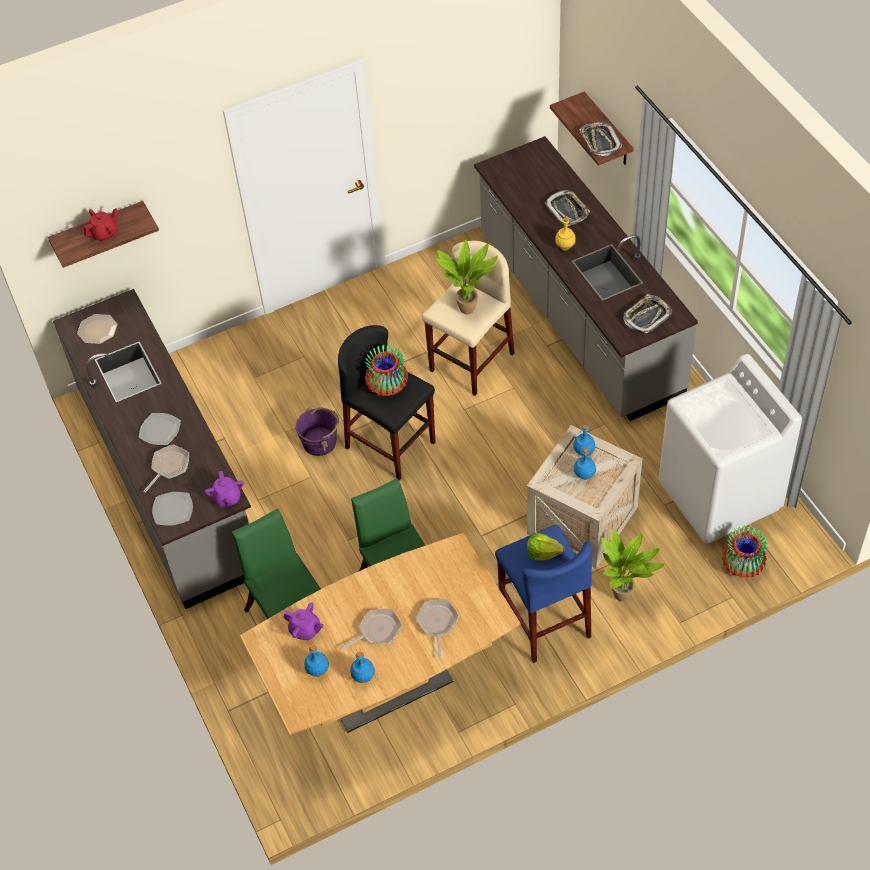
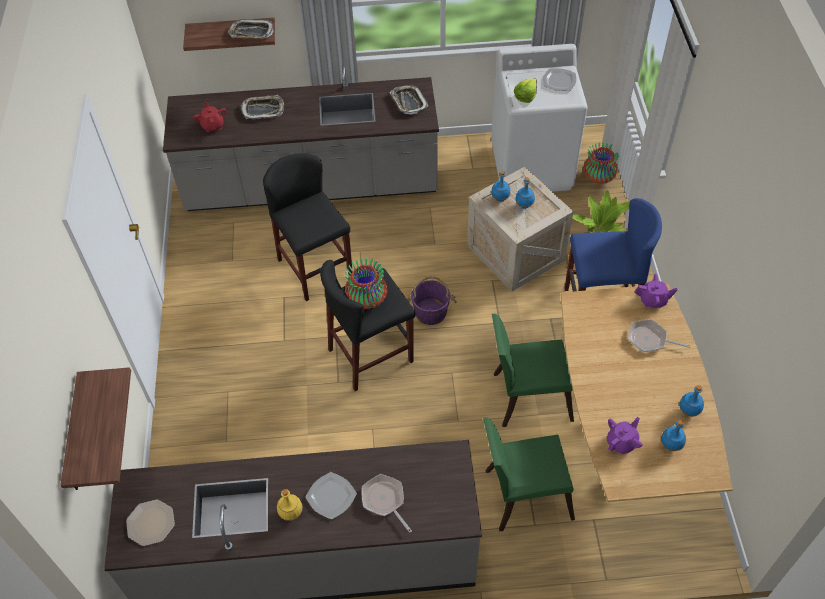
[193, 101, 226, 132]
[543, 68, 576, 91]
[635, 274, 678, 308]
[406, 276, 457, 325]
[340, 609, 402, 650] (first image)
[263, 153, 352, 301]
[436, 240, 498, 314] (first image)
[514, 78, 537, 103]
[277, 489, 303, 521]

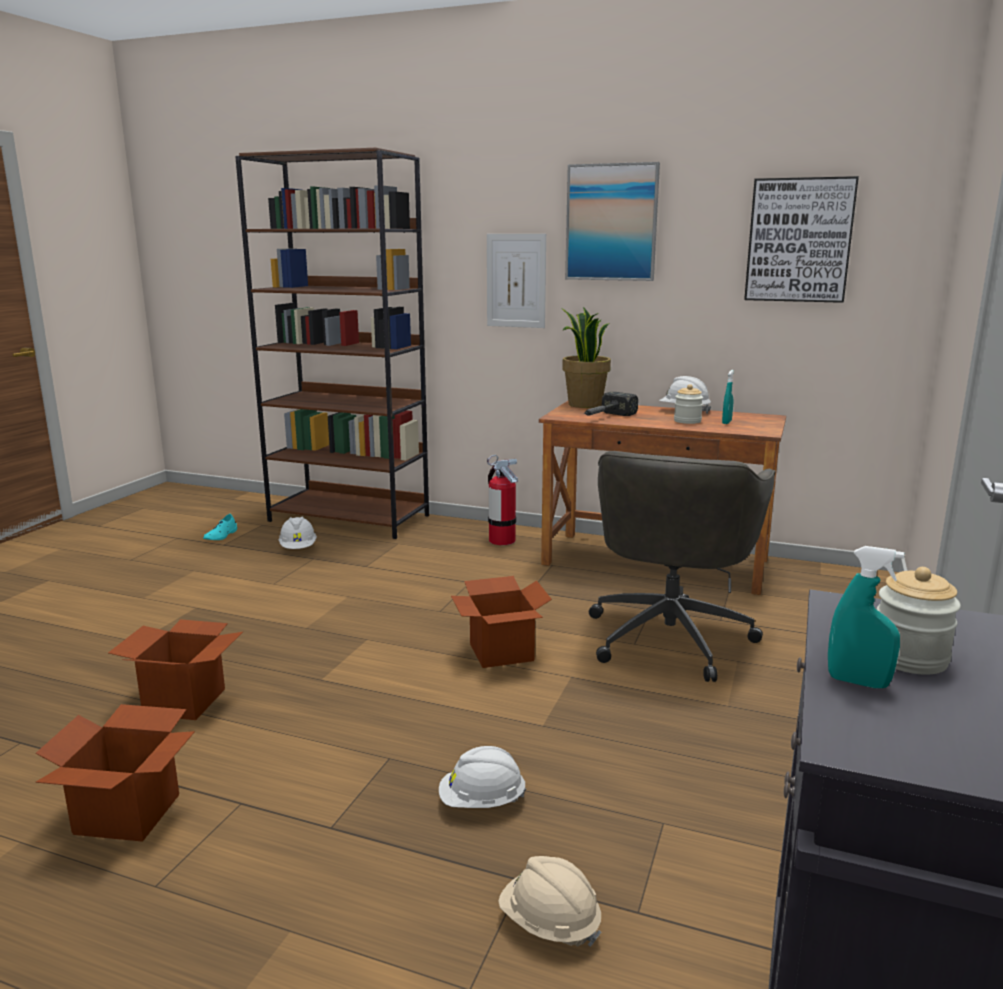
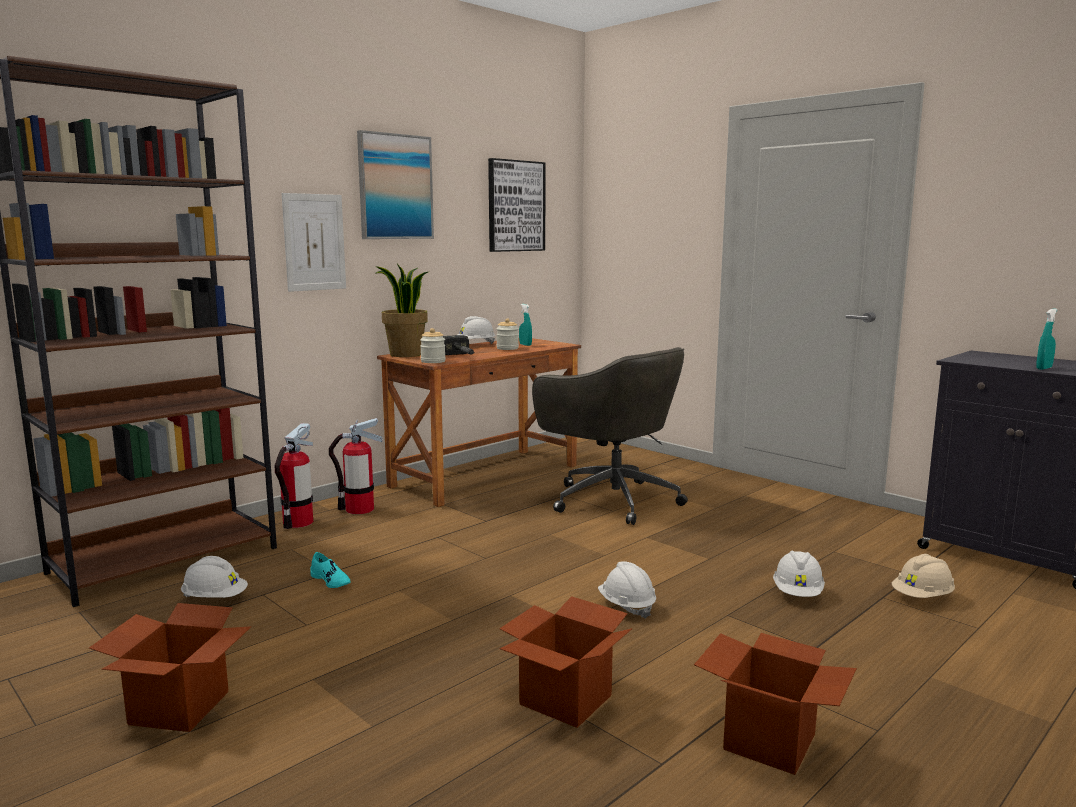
[310, 552, 351, 588]
[89, 603, 251, 732]
[420, 328, 446, 363]
[275, 423, 313, 529]
[598, 561, 656, 619]

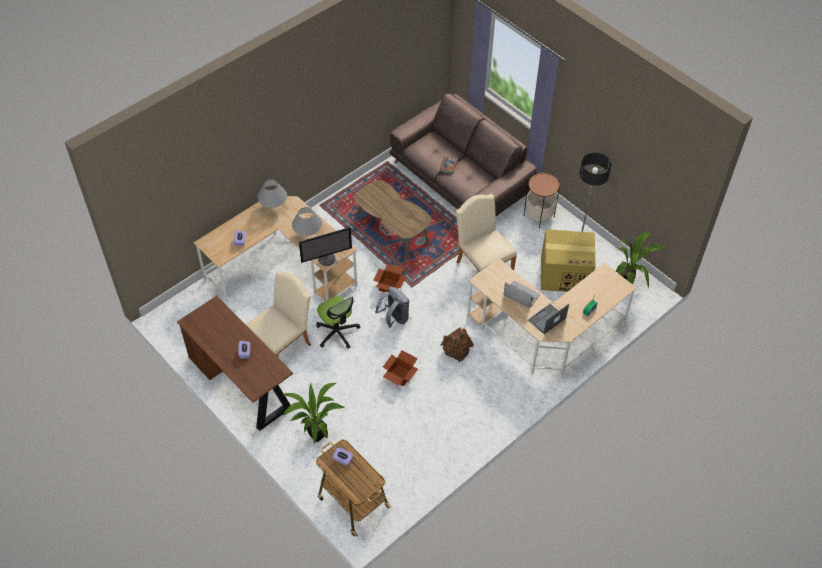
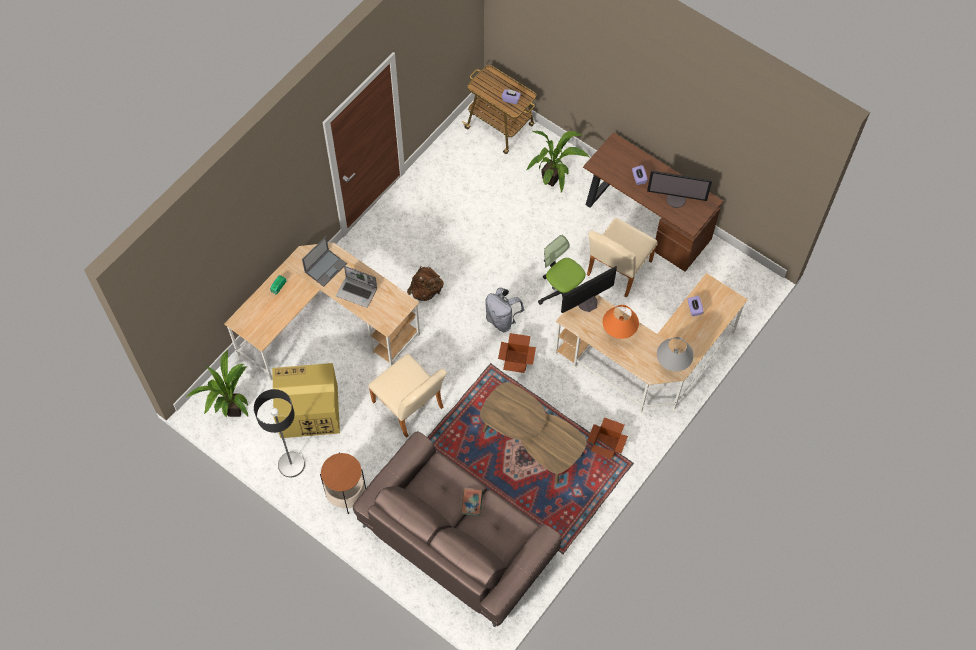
[603, 305, 639, 339]
[587, 417, 628, 459]
[647, 171, 712, 208]

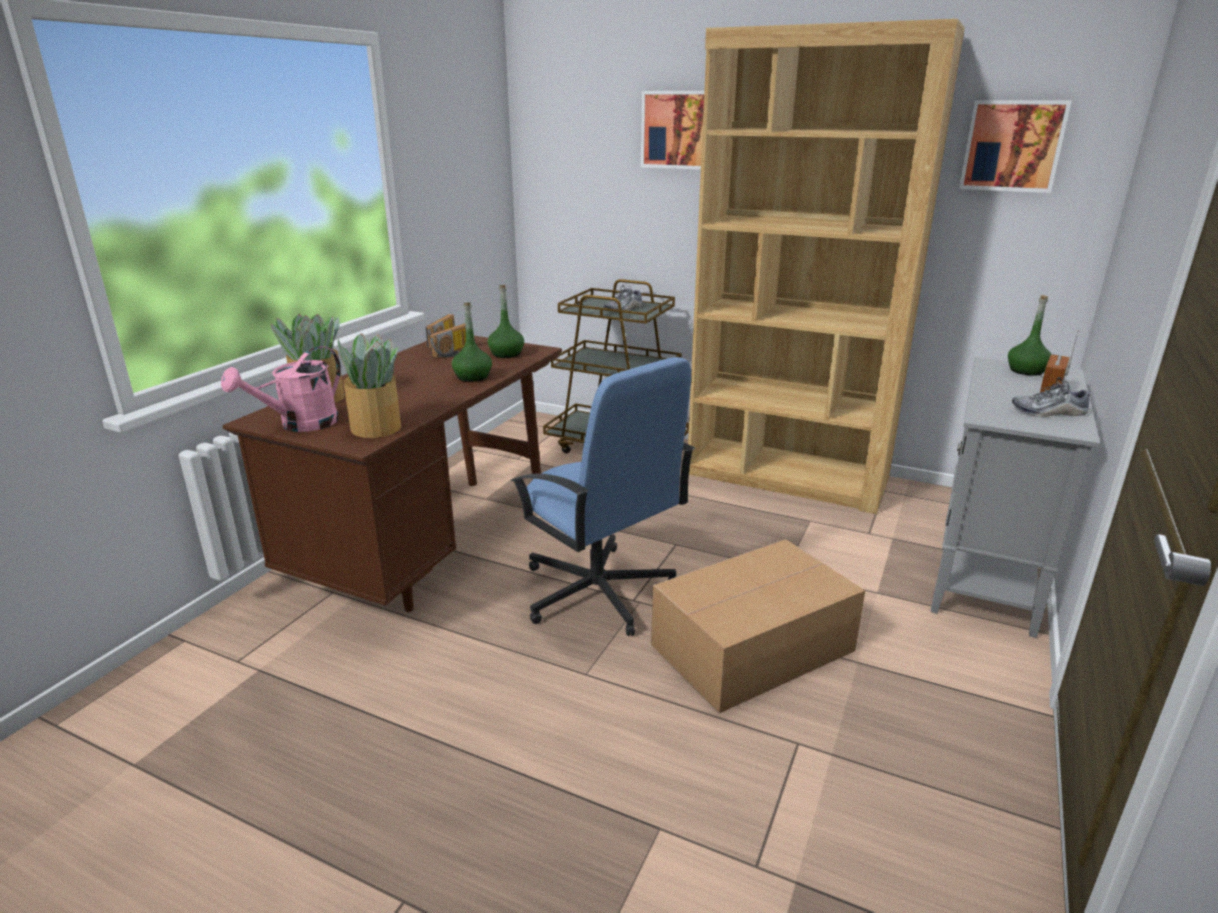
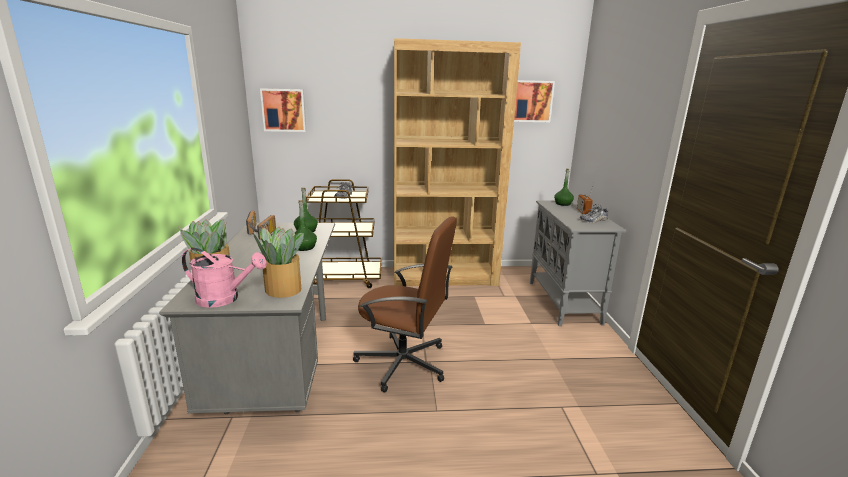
[182, 248, 267, 308]
[159, 223, 335, 414]
[353, 216, 457, 393]
[260, 88, 306, 132]
[651, 539, 865, 713] (first image)

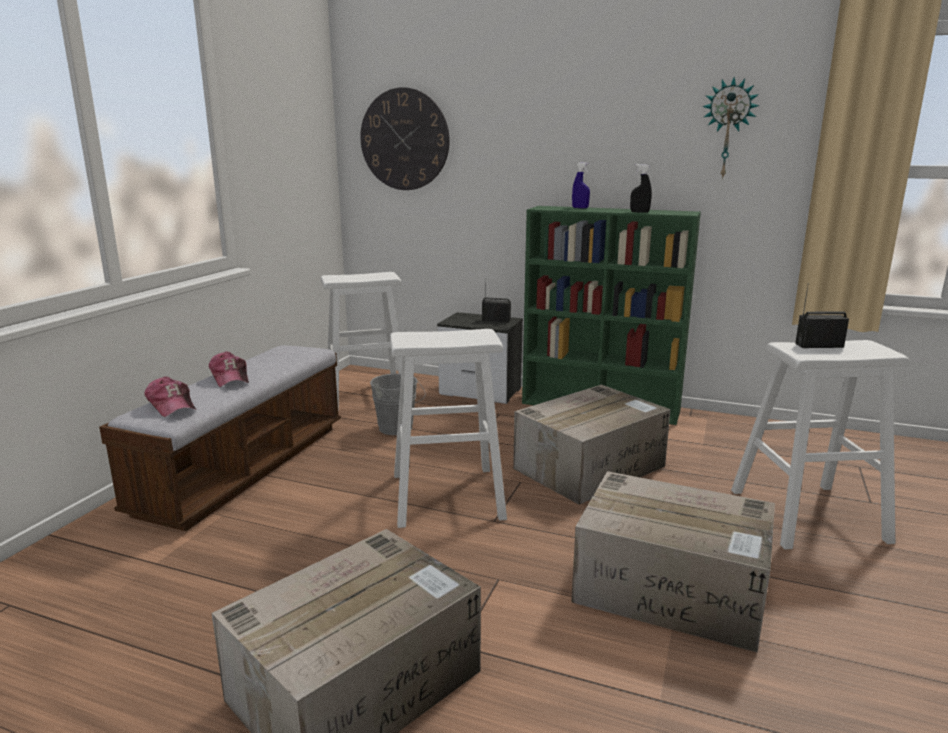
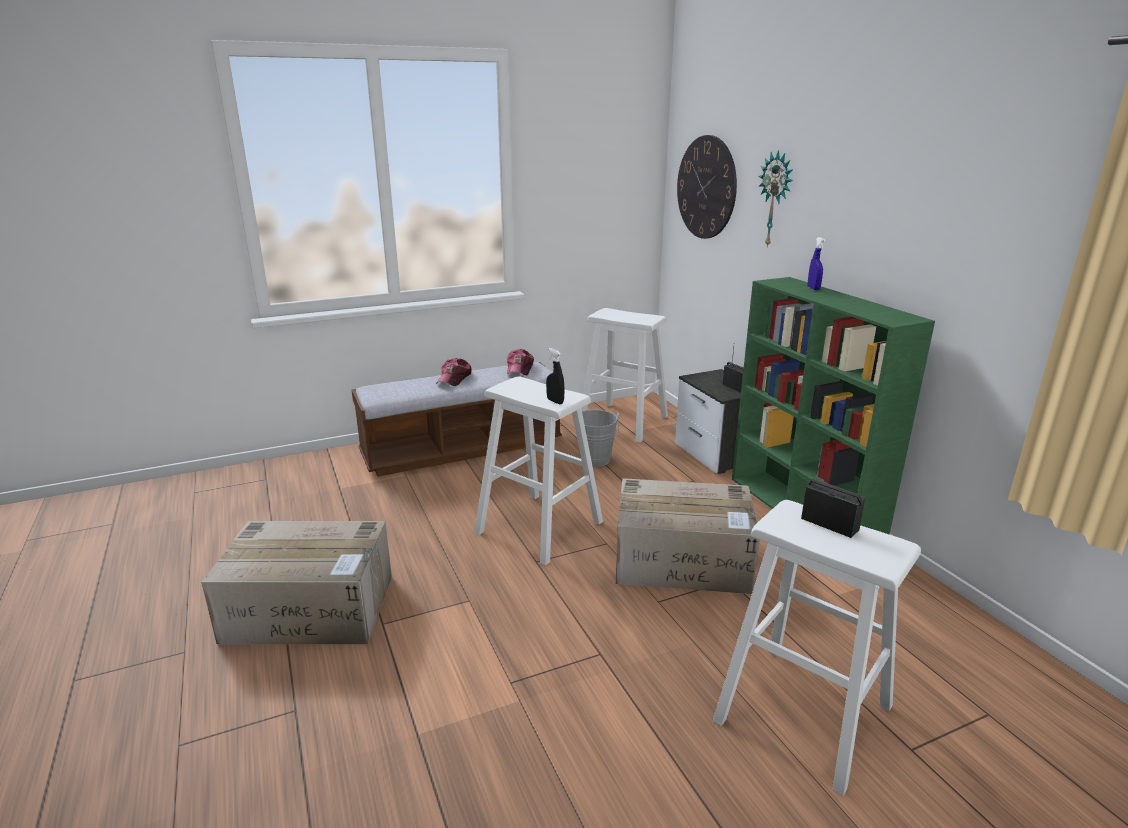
[507, 349, 534, 376]
[571, 471, 775, 652] (first image)
[546, 348, 564, 404]
[758, 150, 793, 248]

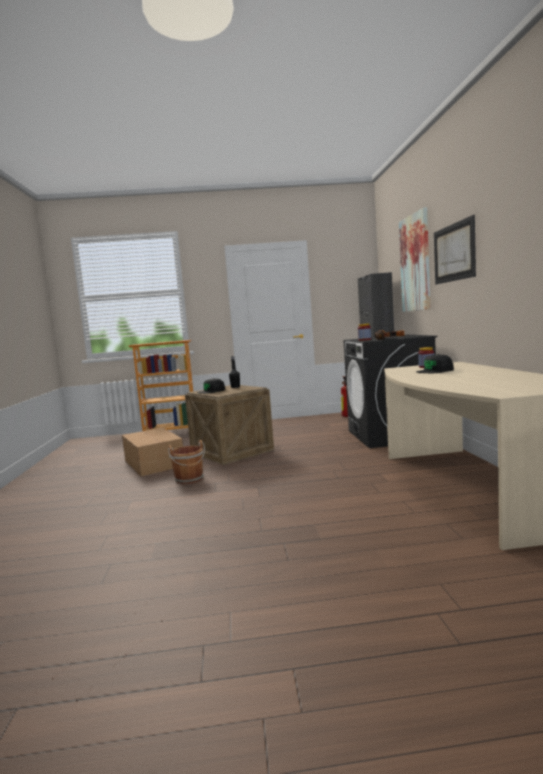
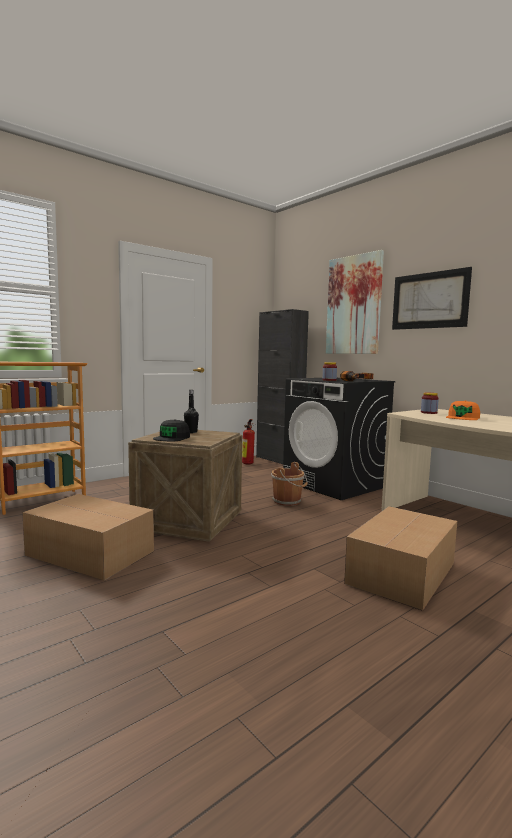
[271, 462, 308, 506]
[446, 400, 480, 420]
[344, 506, 457, 611]

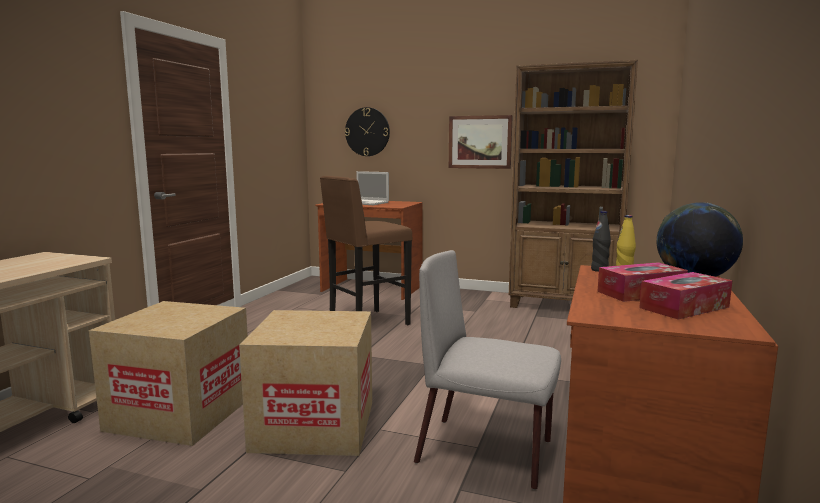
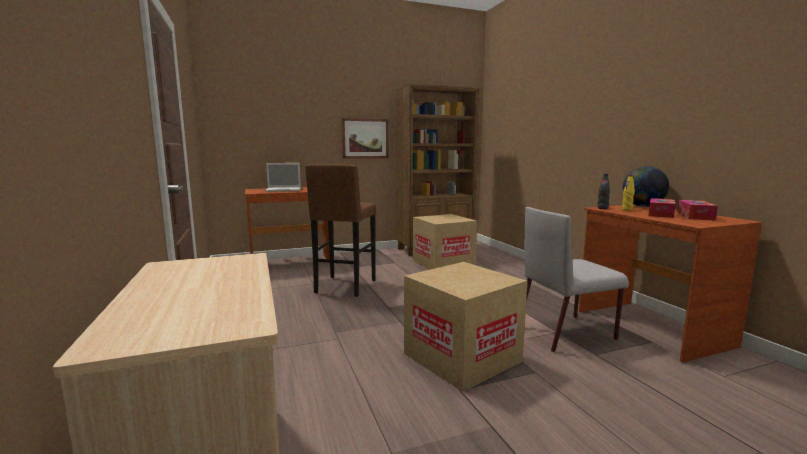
[413, 214, 477, 270]
[345, 107, 390, 156] (first image)

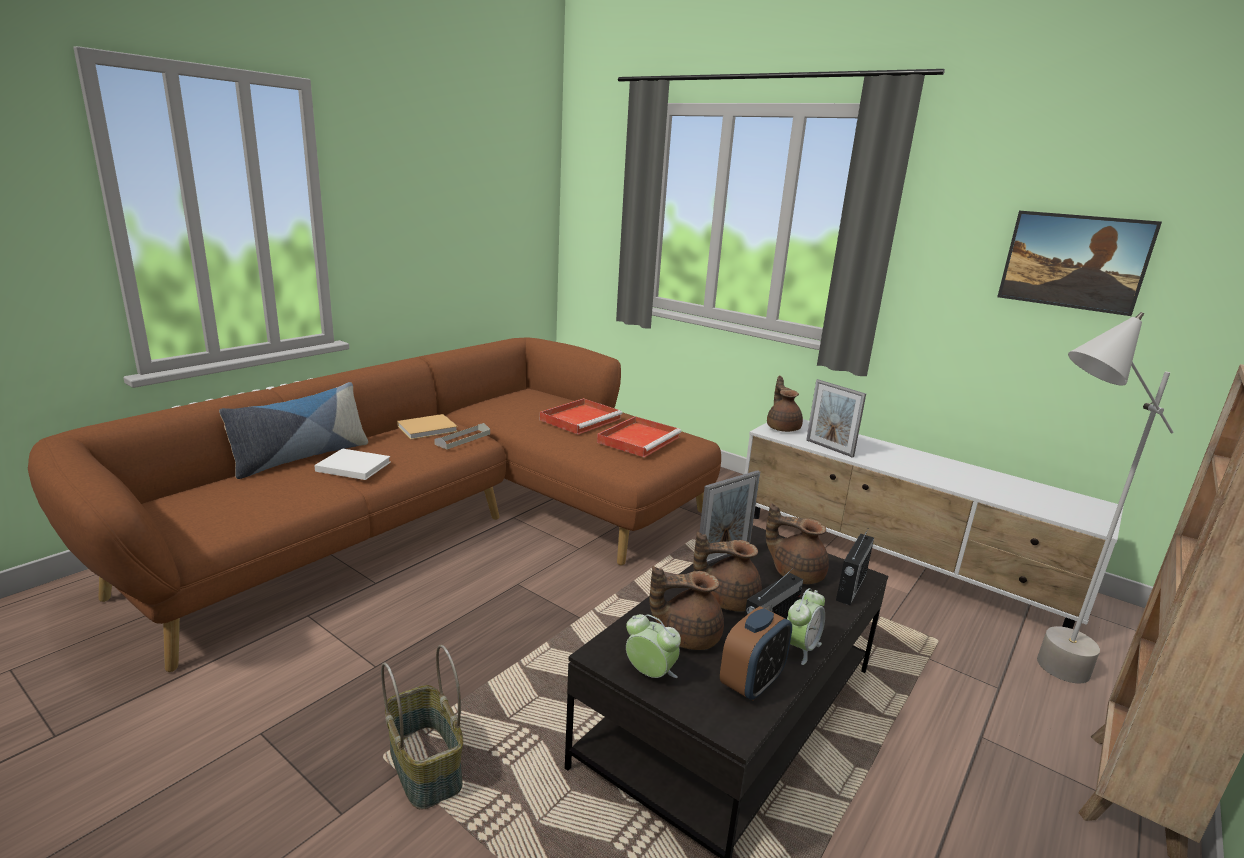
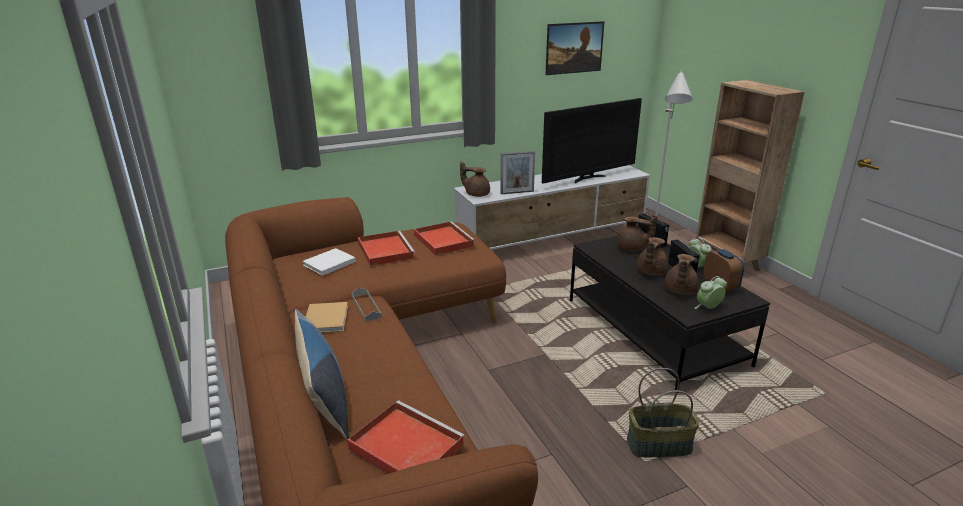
[302, 248, 356, 276]
[699, 470, 760, 564] (first image)
[617, 216, 657, 251]
[347, 400, 465, 474]
[542, 98, 642, 184]

